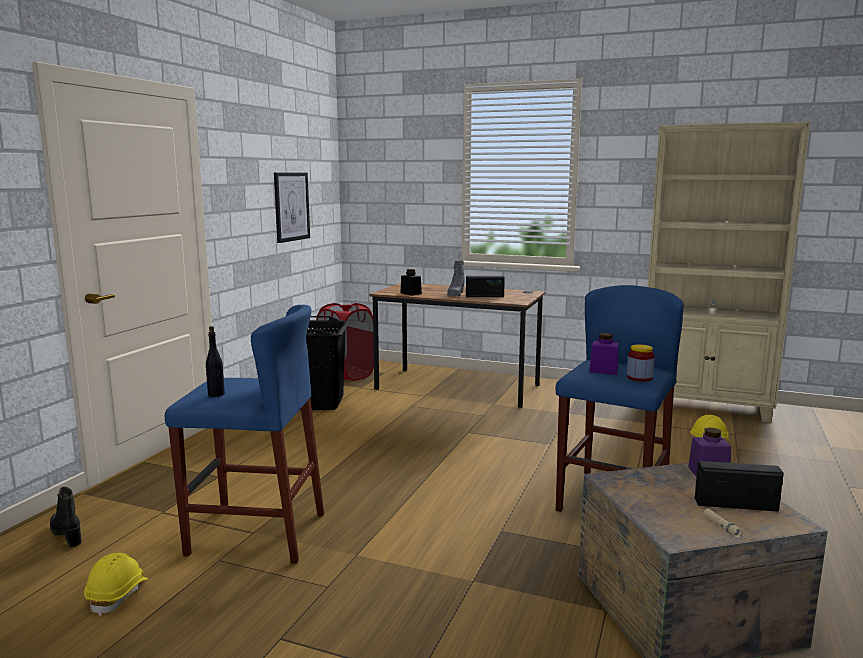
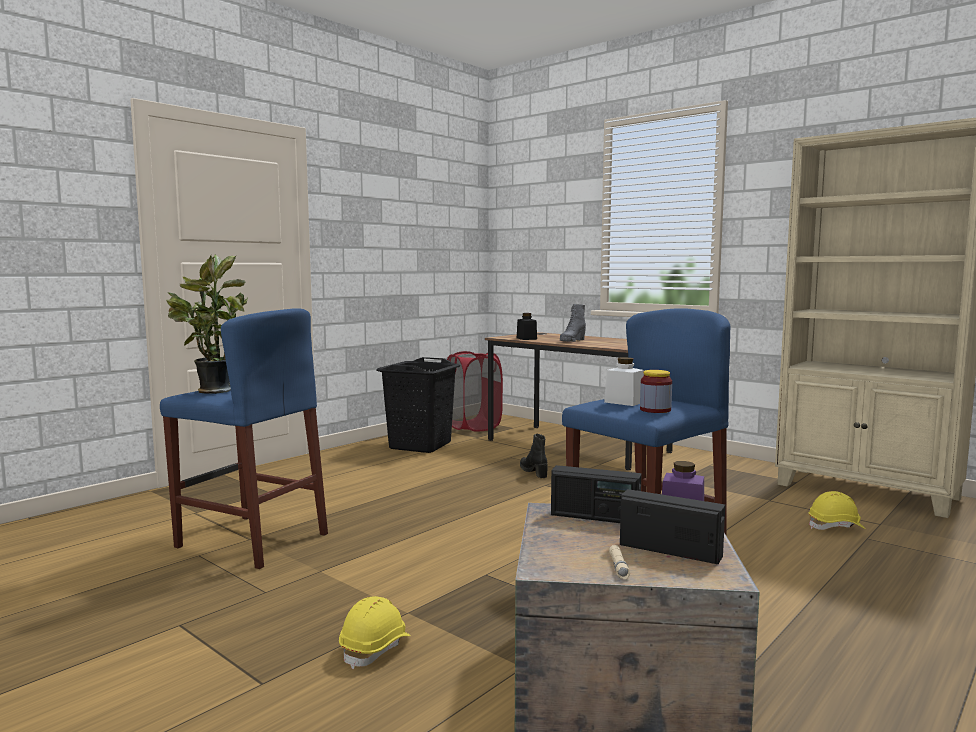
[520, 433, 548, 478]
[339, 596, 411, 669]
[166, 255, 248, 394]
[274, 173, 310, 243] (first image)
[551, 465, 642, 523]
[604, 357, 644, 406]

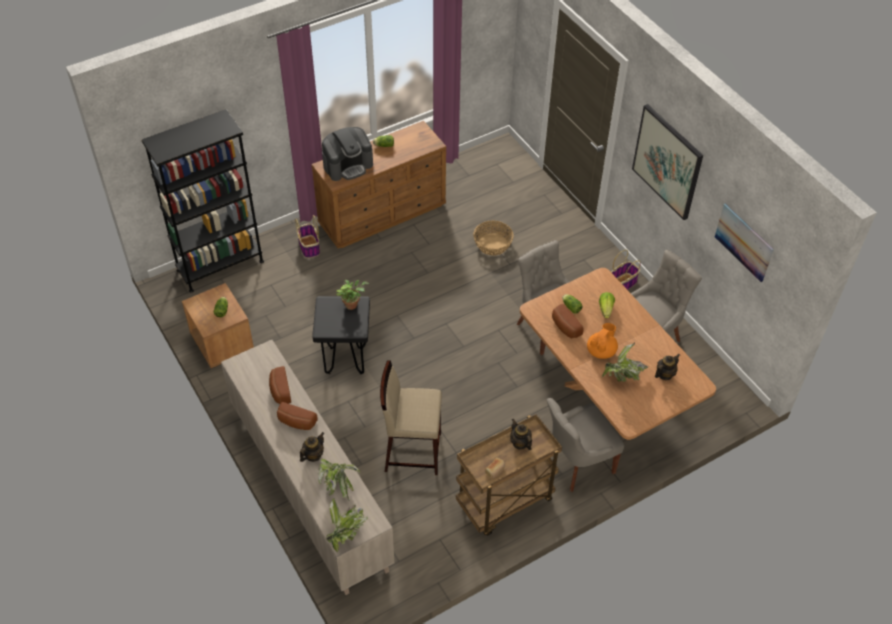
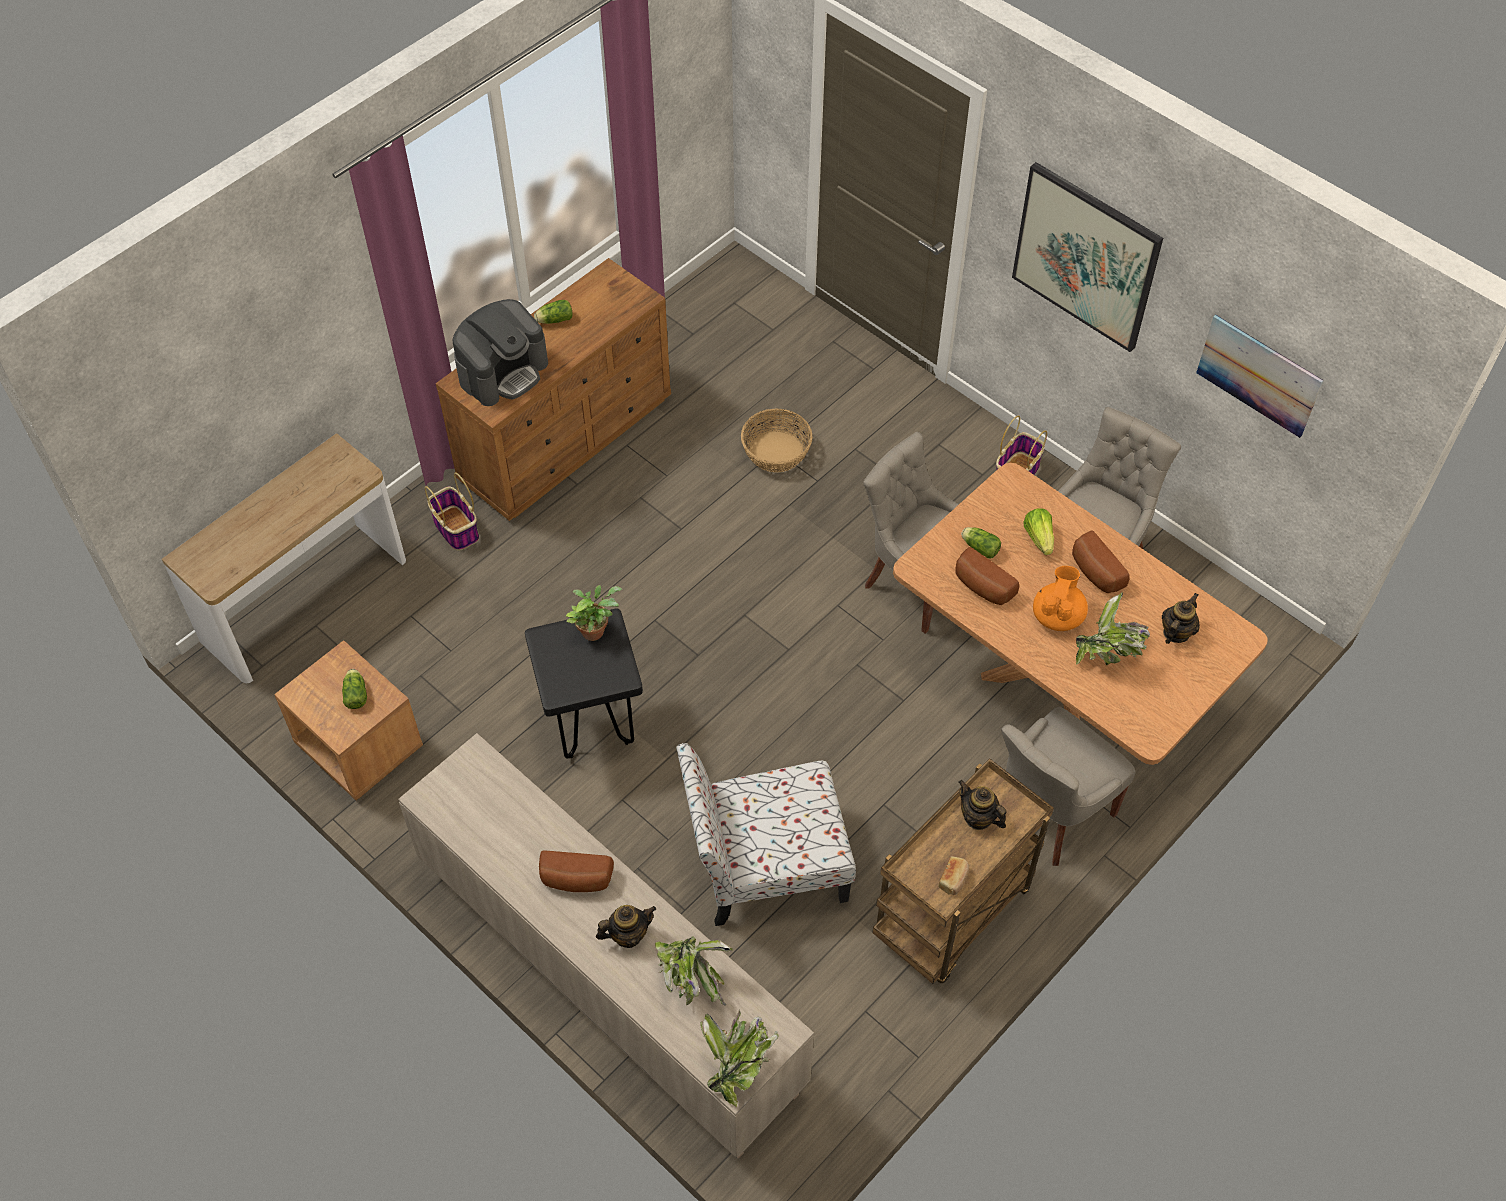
[162, 433, 406, 683]
[1072, 530, 1130, 593]
[596, 905, 656, 948]
[676, 743, 856, 926]

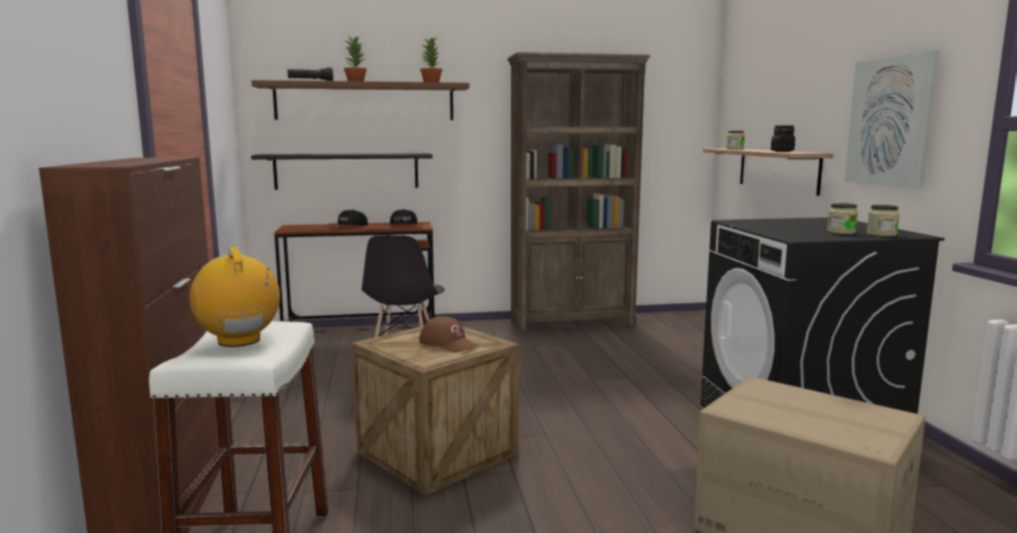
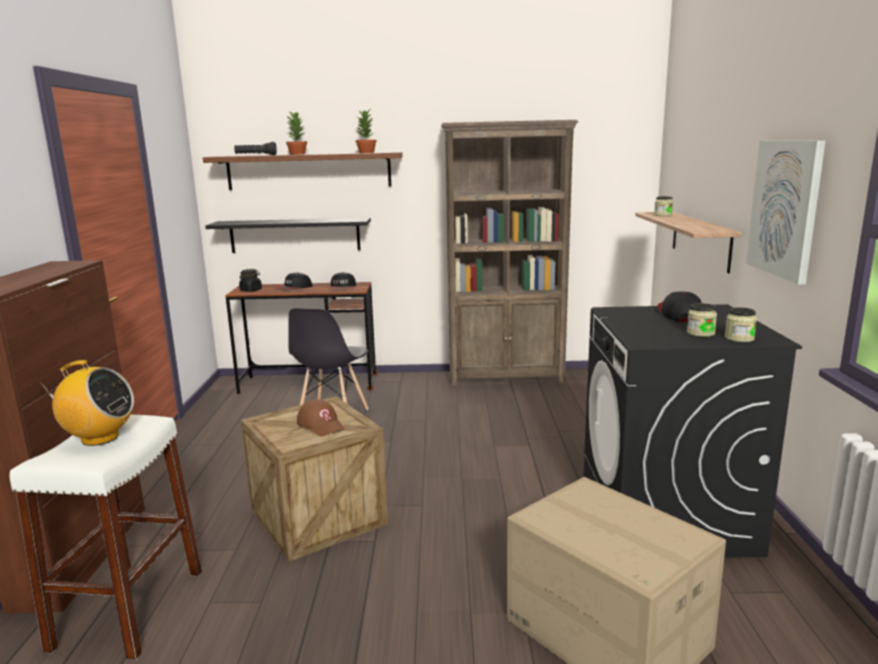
[40, 360, 134, 446]
[239, 269, 262, 292]
[657, 292, 702, 322]

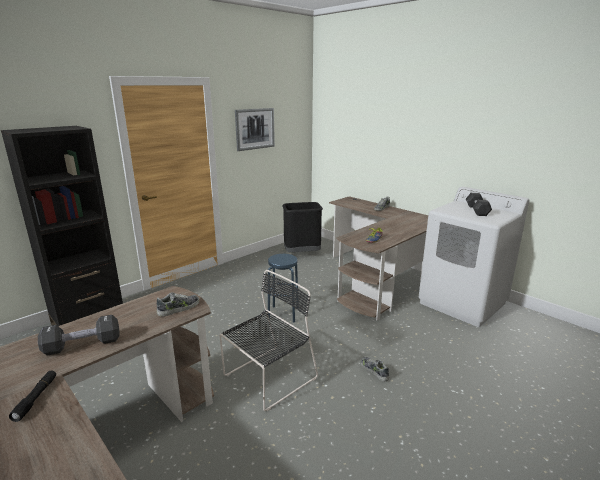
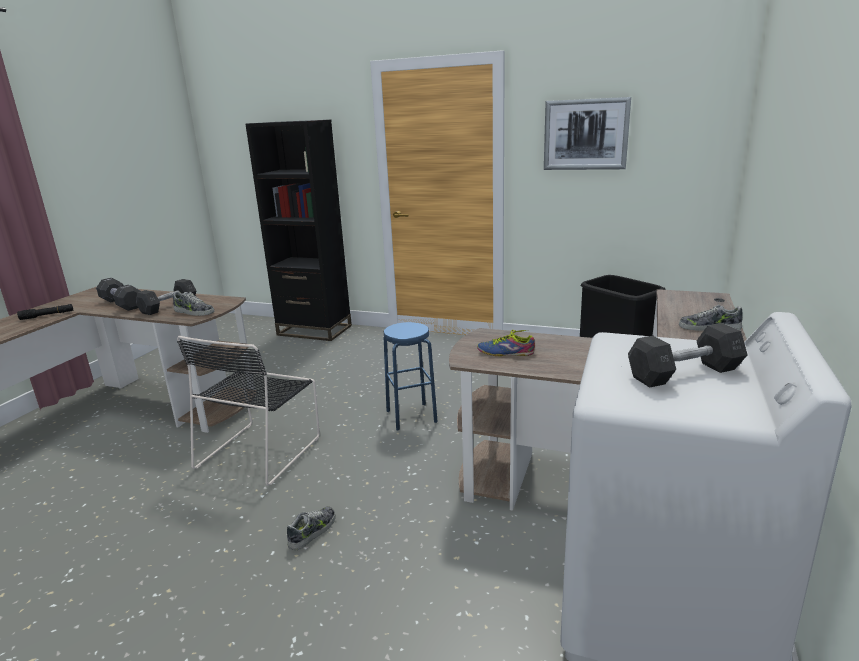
[177, 335, 320, 486]
[136, 279, 196, 315]

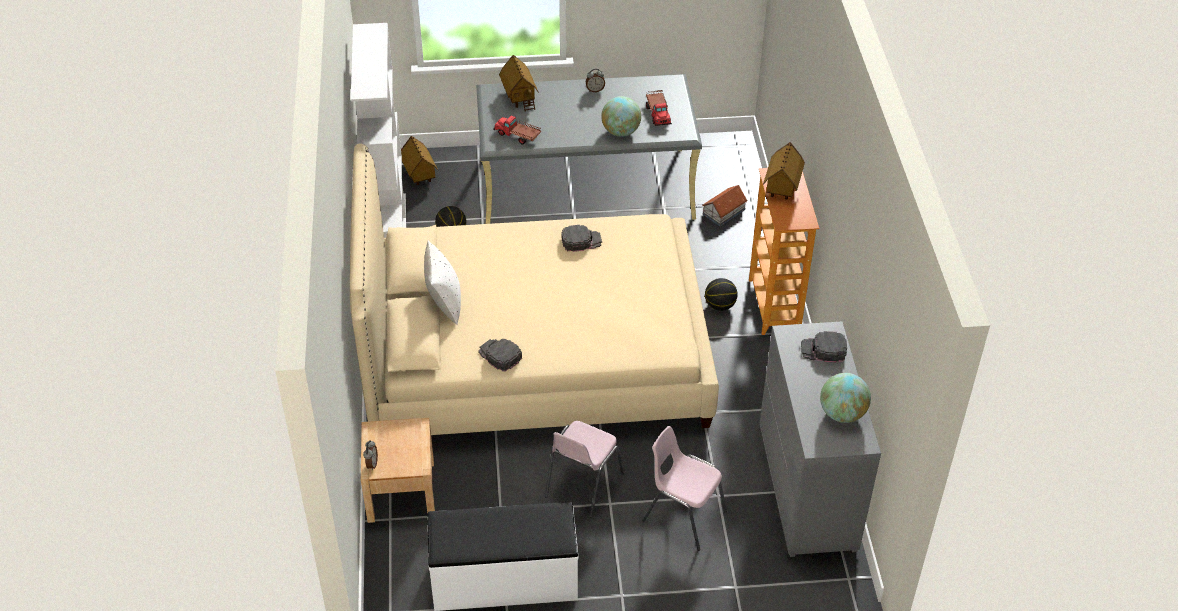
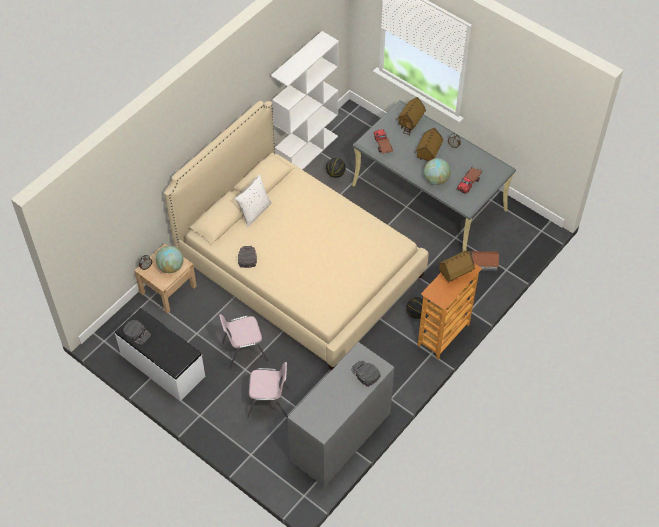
[415, 127, 443, 162]
[123, 320, 151, 345]
[247, 362, 290, 418]
[156, 246, 183, 273]

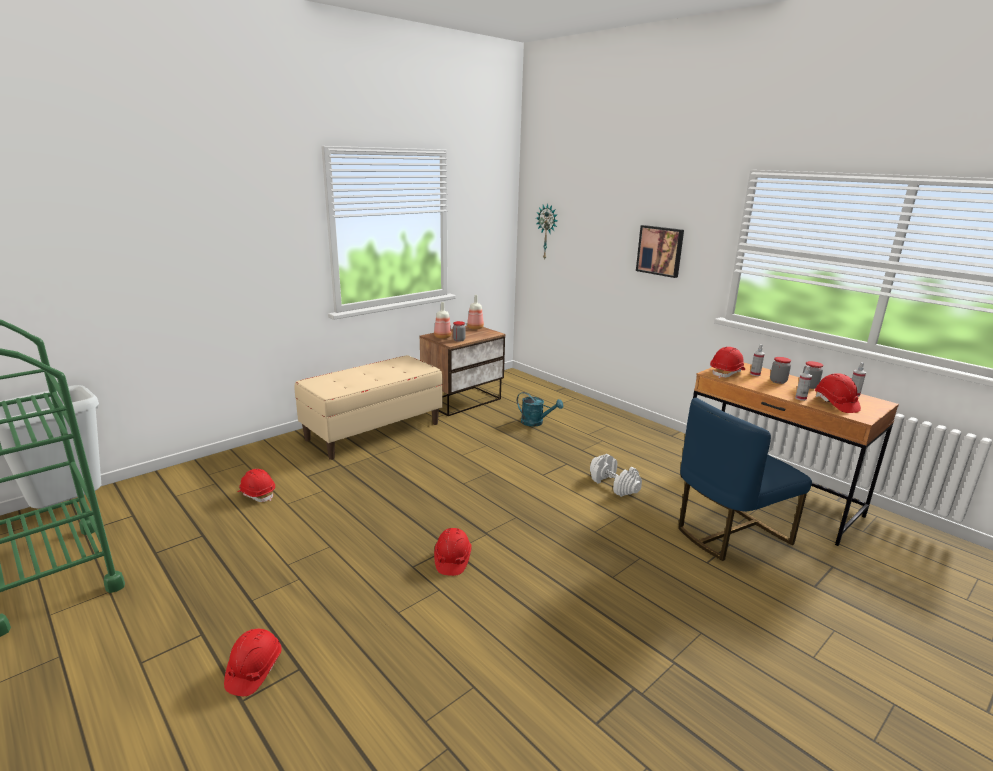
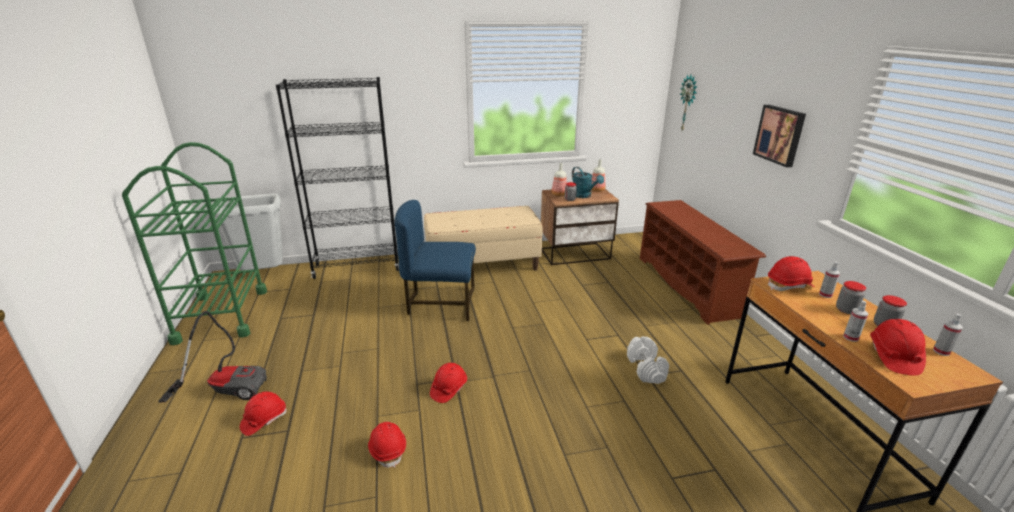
[368, 422, 406, 468]
[572, 167, 604, 198]
[395, 200, 476, 321]
[158, 311, 267, 403]
[276, 77, 399, 279]
[640, 200, 766, 325]

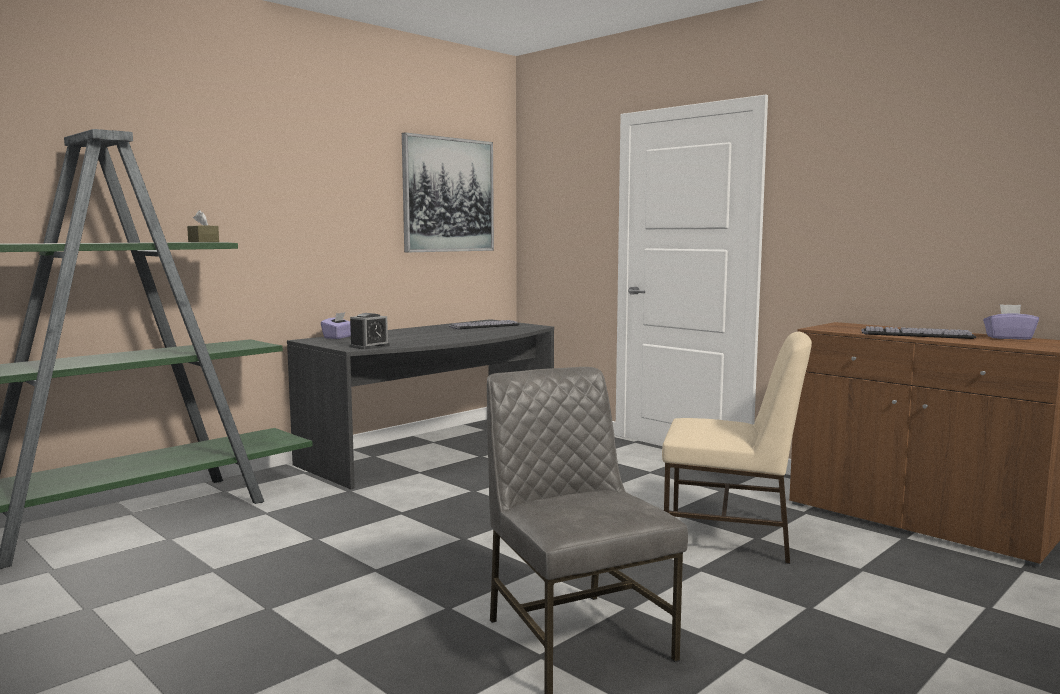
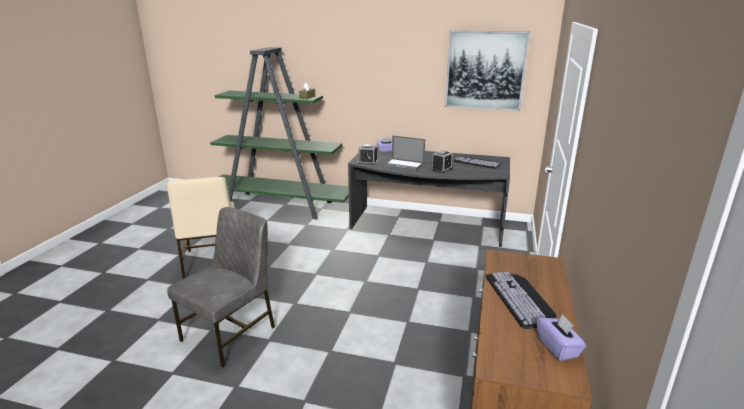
[166, 177, 235, 279]
[382, 136, 425, 172]
[432, 150, 453, 173]

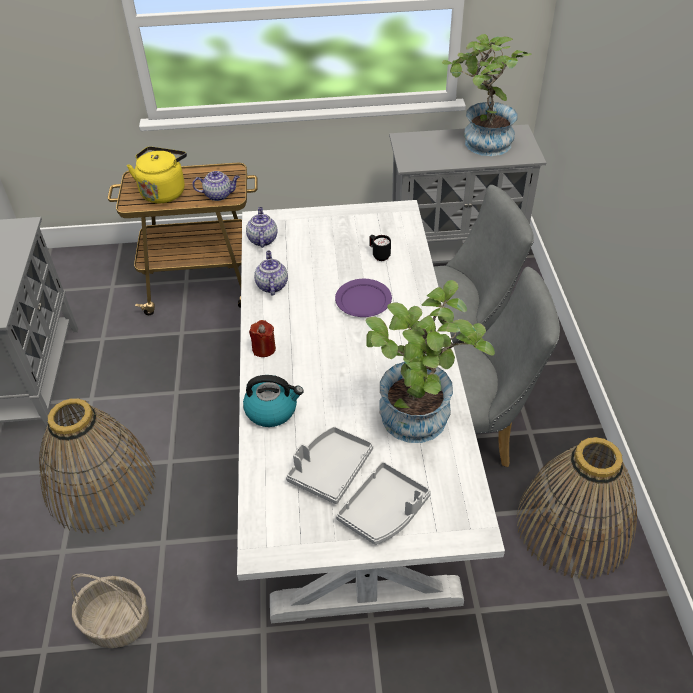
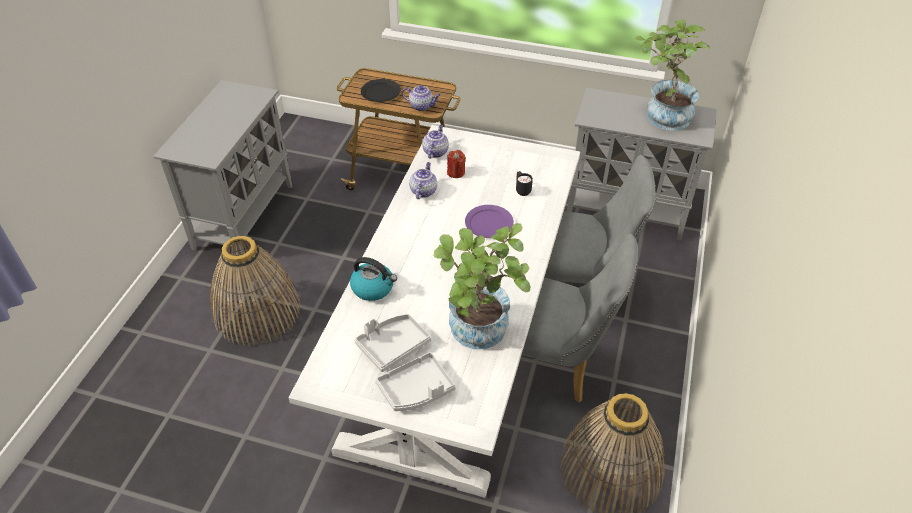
[71, 574, 149, 648] (first image)
[361, 79, 401, 102]
[447, 150, 466, 178]

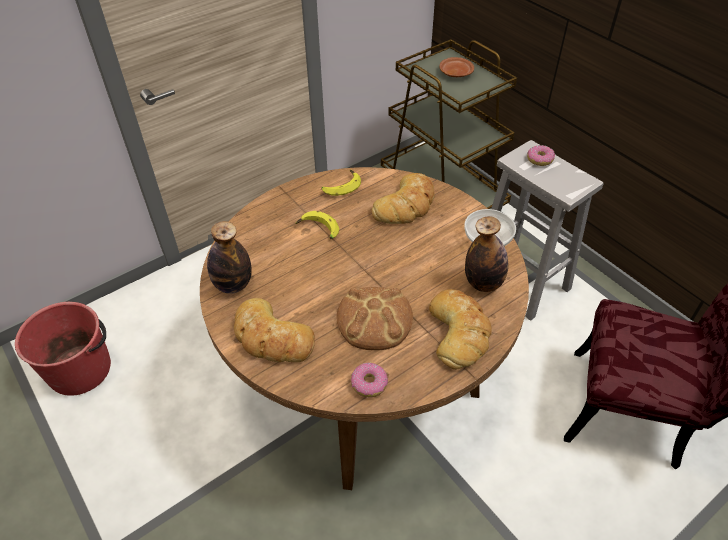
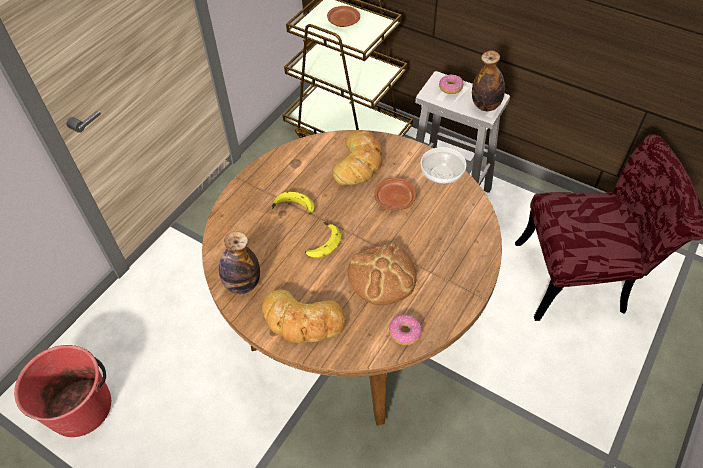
[305, 222, 341, 258]
[429, 289, 492, 370] (first image)
[472, 51, 505, 111]
[374, 178, 416, 210]

